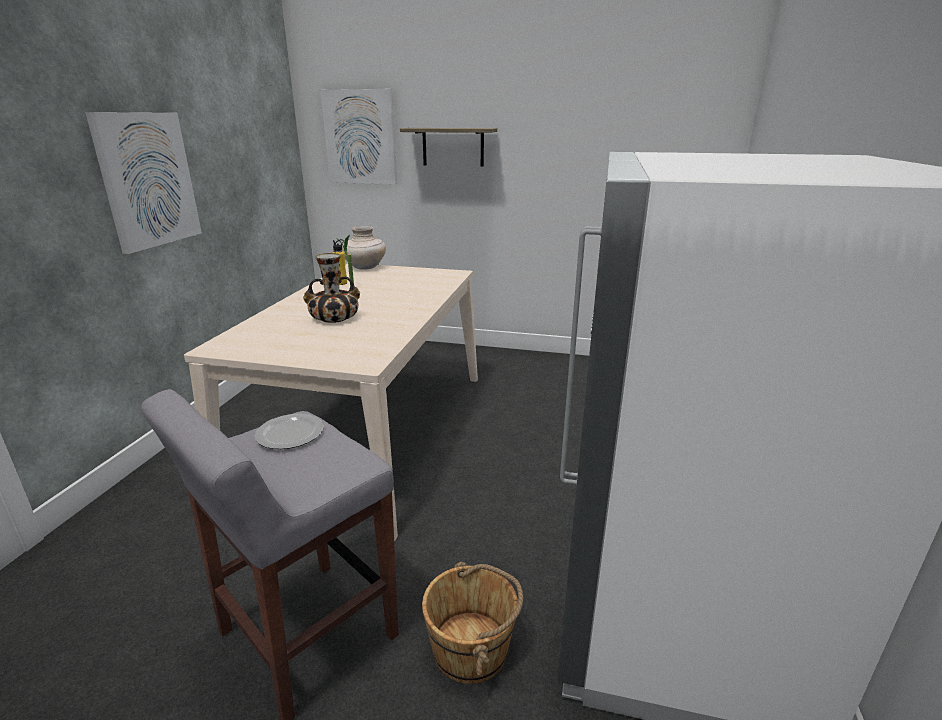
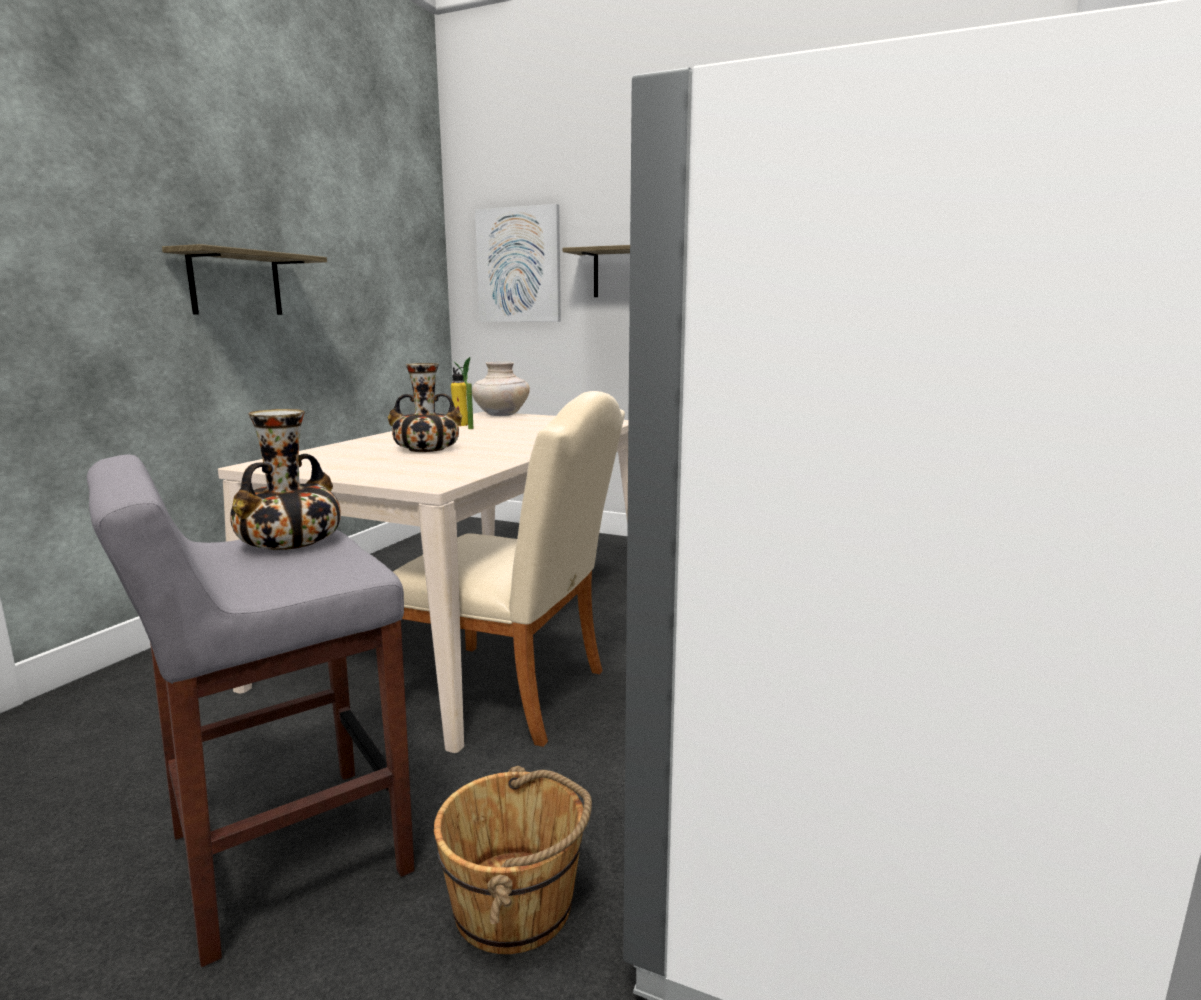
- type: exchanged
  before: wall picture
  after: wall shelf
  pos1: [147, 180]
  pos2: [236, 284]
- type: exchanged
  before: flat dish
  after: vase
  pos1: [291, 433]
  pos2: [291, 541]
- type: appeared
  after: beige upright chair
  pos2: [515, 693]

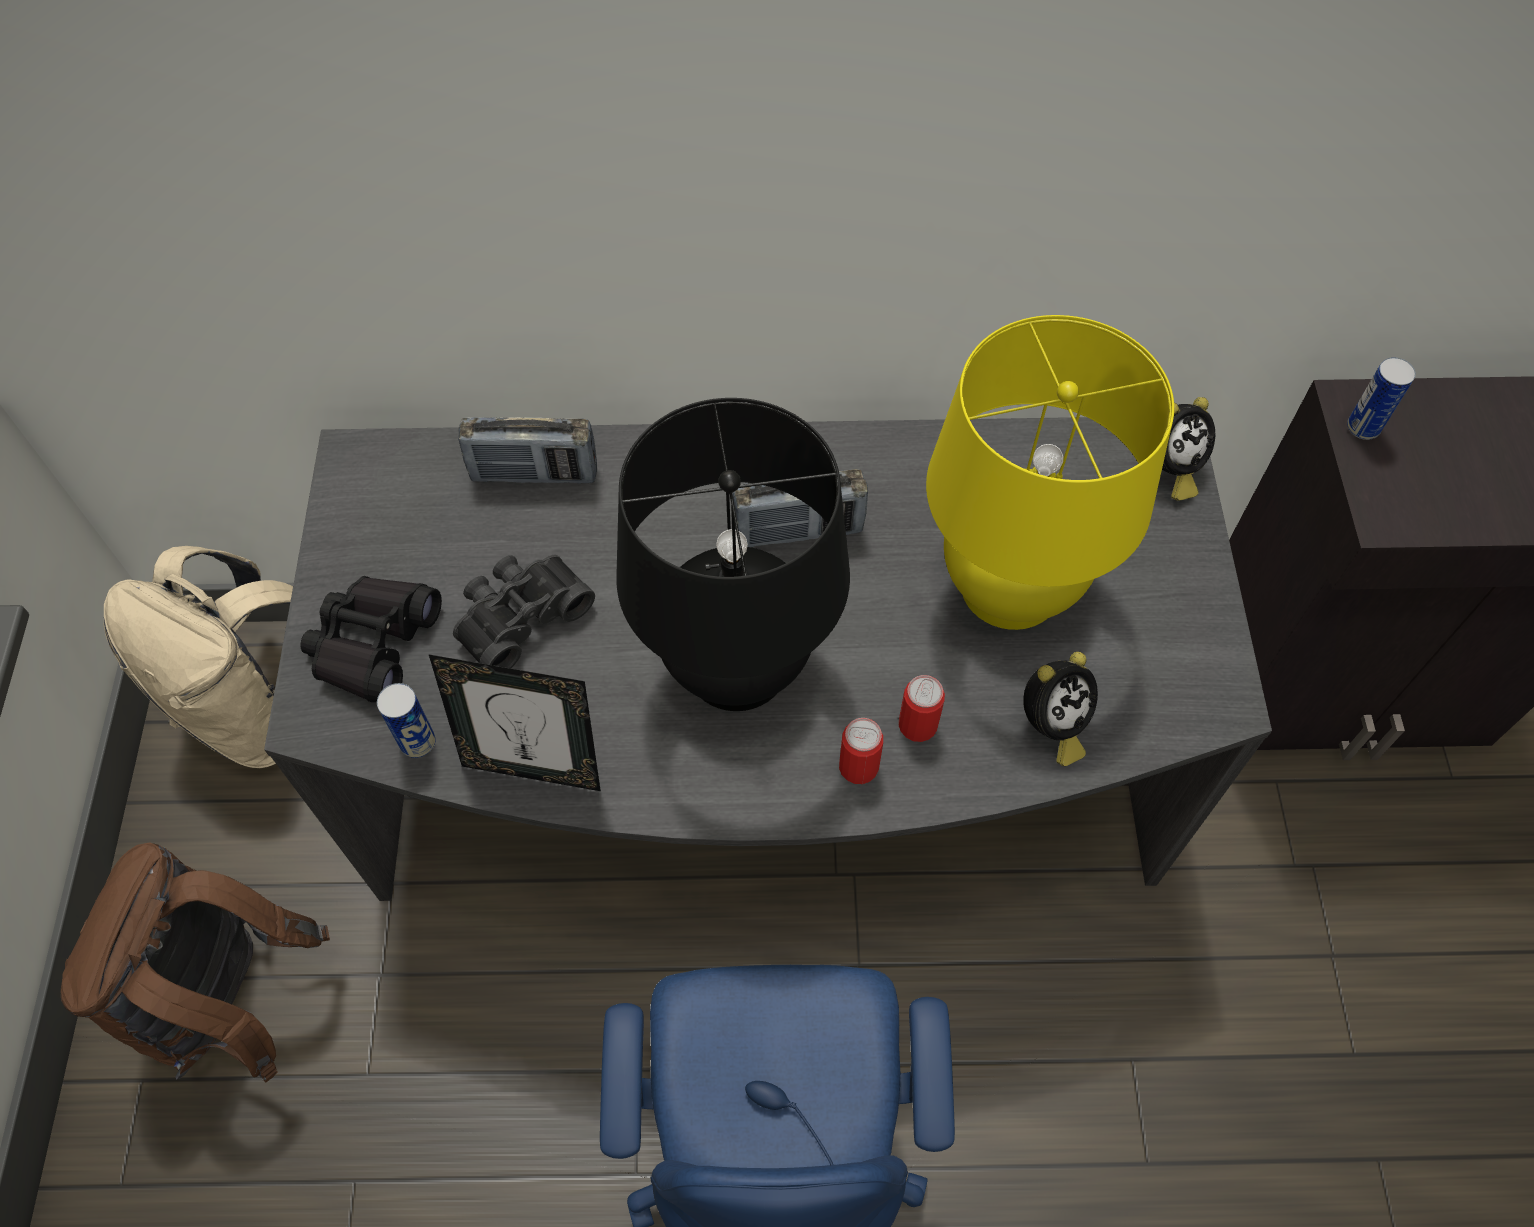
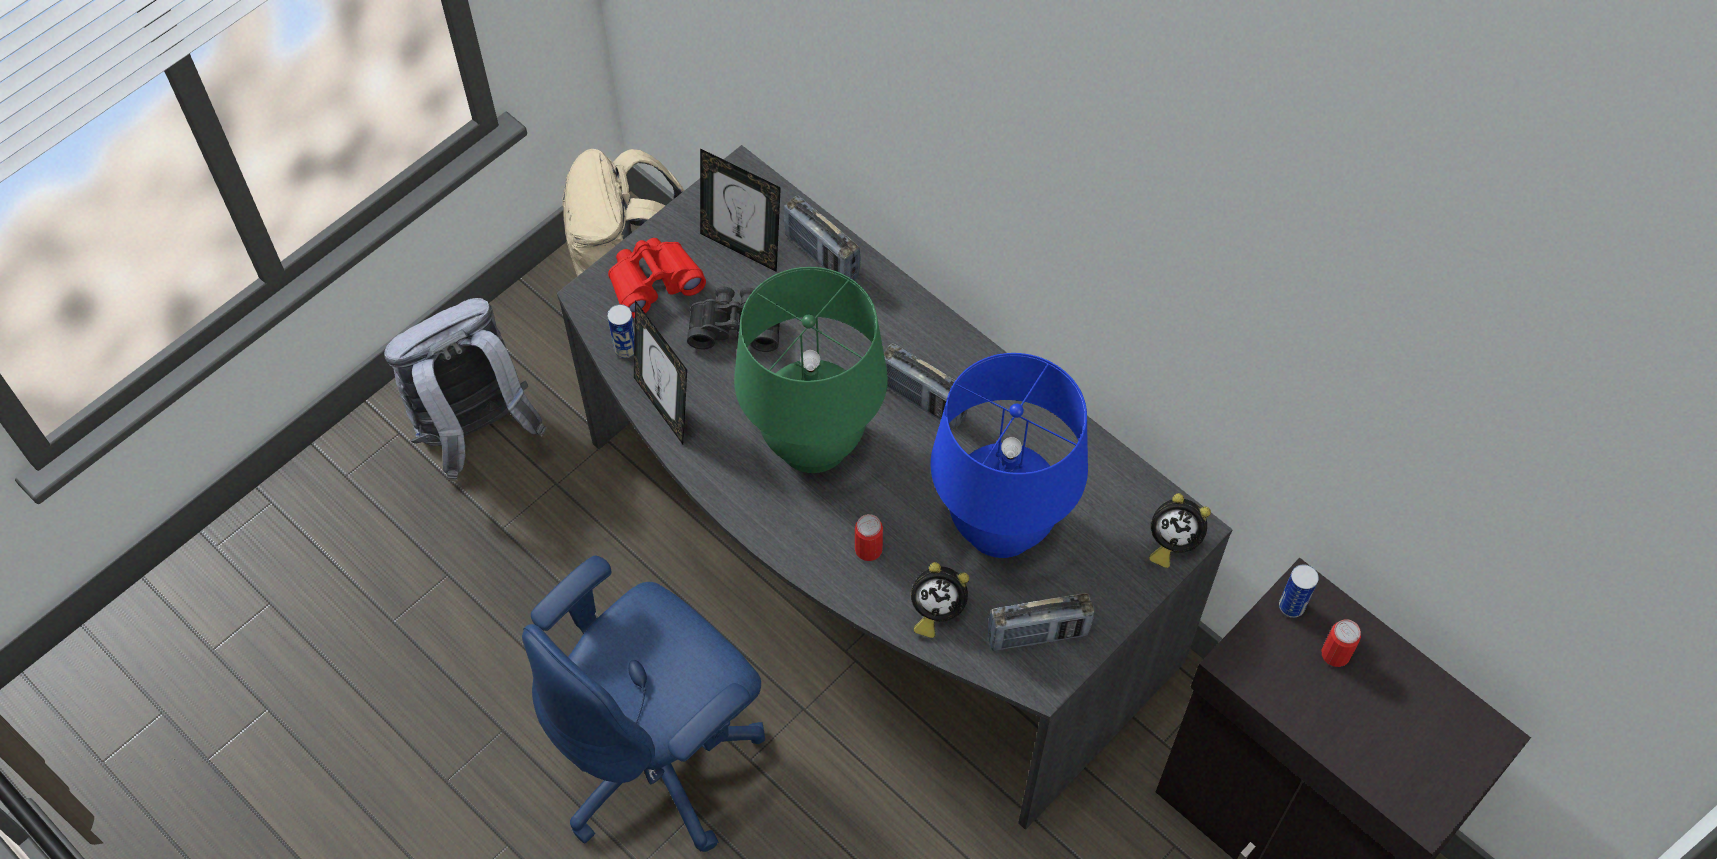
- type: colour
  before: brownish backpack
  after: gray backpack
  pos1: [233, 1002]
  pos2: [475, 432]
- type: colour
  before: black binoculars
  after: red binoculars
  pos1: [373, 644]
  pos2: [654, 282]
- type: colour
  before: black tabletop lamp
  after: green-coloured tabletop lamp
  pos1: [736, 665]
  pos2: [813, 441]
- type: relocated
  before: sealed can
  pos1: [858, 766]
  pos2: [1335, 654]
- type: colour
  before: yellowish tabletop lamp
  after: bluish tabletop lamp
  pos1: [1010, 586]
  pos2: [1001, 525]
- type: appeared
  after: photo frame
  pos2: [742, 247]
- type: appeared
  after: radio receiver
  pos2: [1037, 635]

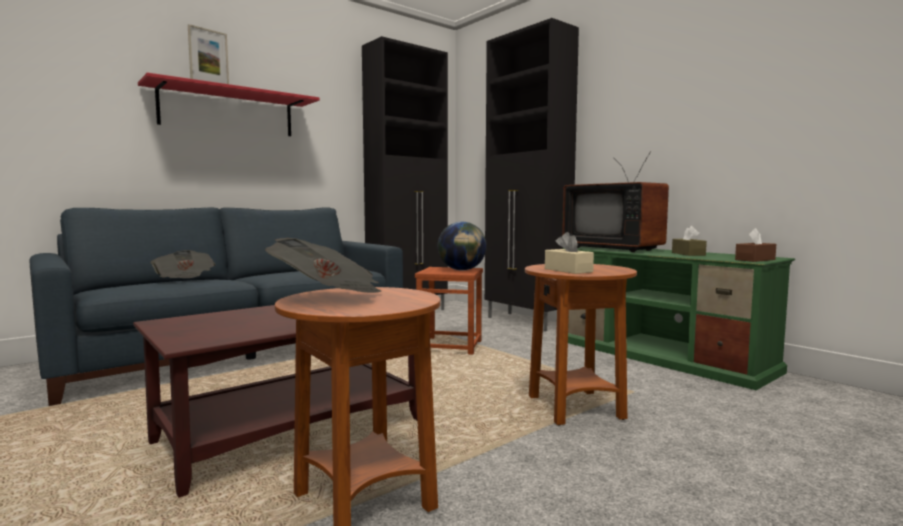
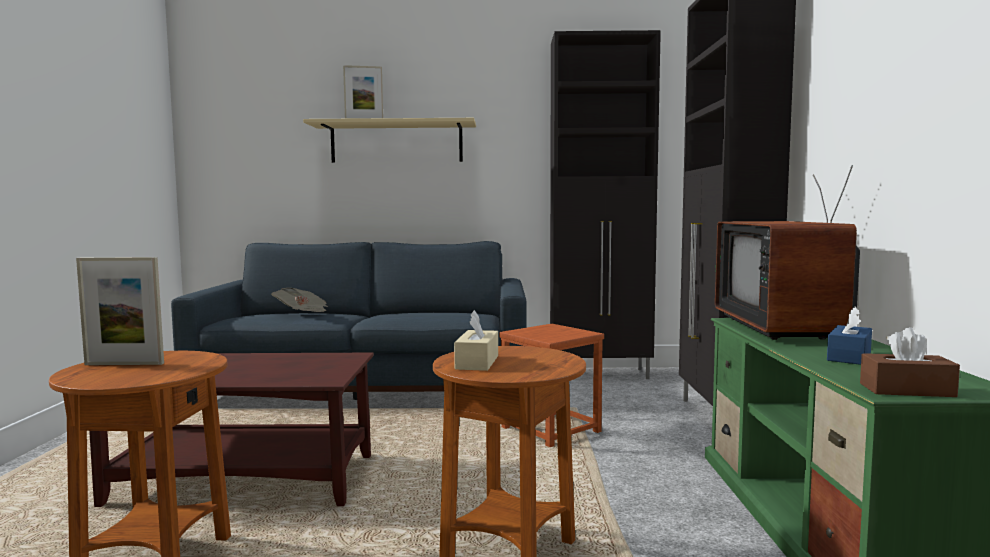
- type: colour
  before: red wall shelf
  after: beige wall shelf
  pos1: [228, 112]
  pos2: [396, 143]
- type: exchanged
  before: newspaper
  after: photo frame
  pos1: [330, 300]
  pos2: [124, 364]
- type: missing
  before: desk globe
  pos1: [462, 270]
- type: colour
  before: brownish tissue box
  after: bluish tissue box
  pos1: [688, 254]
  pos2: [849, 357]

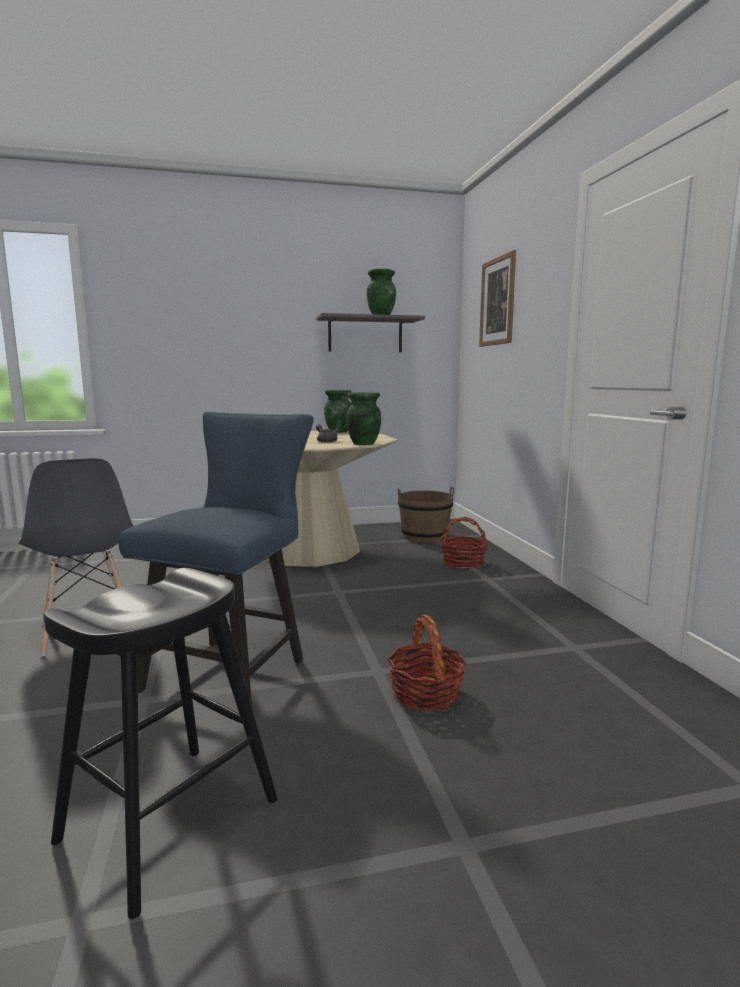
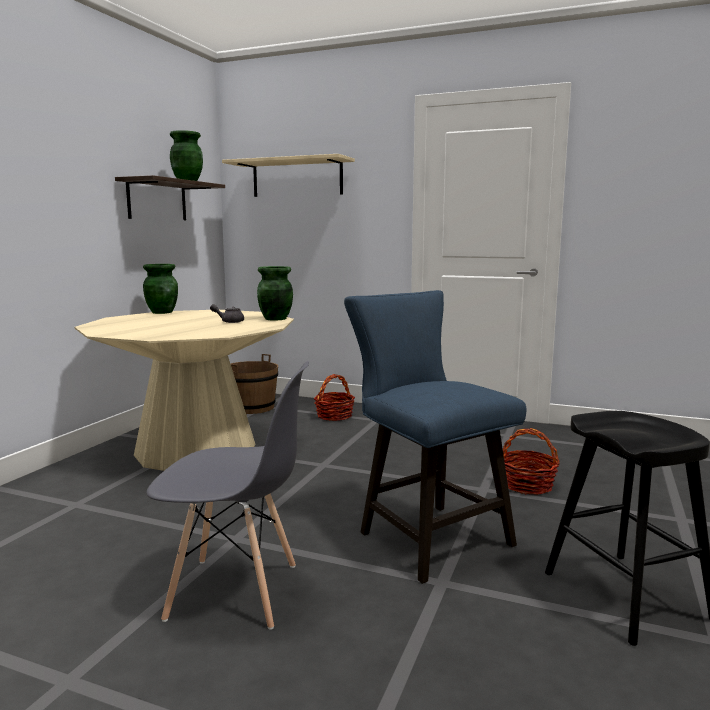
- type: exchanged
  before: wall picture
  after: beige wall shelf
  pos1: [497, 301]
  pos2: [297, 178]

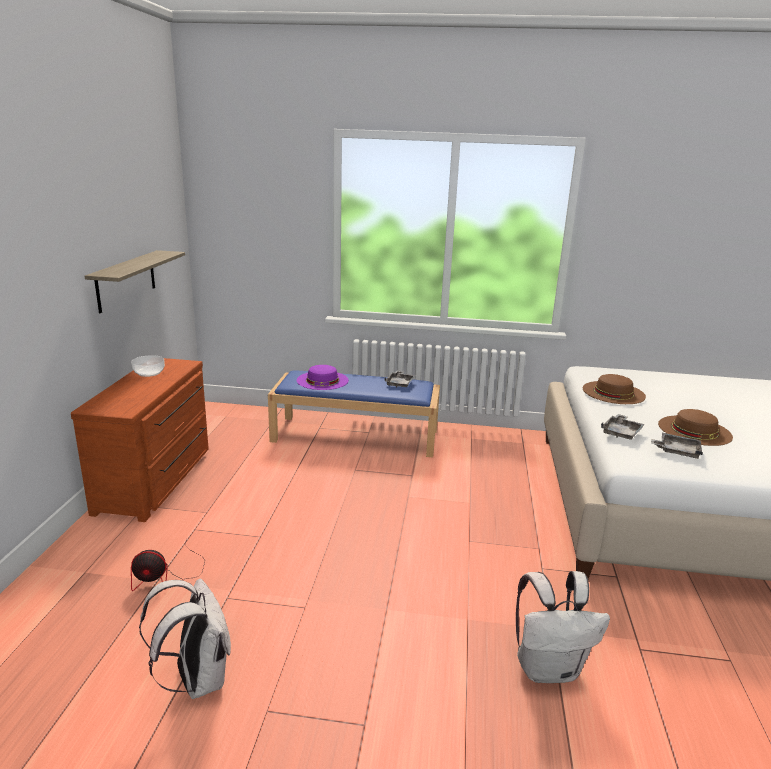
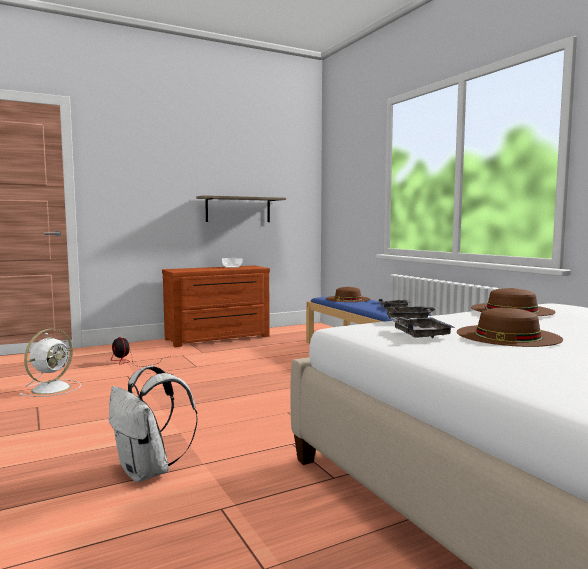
- type: exchanged
  before: white-coloured backpack
  after: white-coloured cooling fan
  pos1: [197, 679]
  pos2: [52, 388]
- type: colour
  before: purple-coloured wearable hat
  after: brownish wearable hat
  pos1: [322, 380]
  pos2: [348, 299]

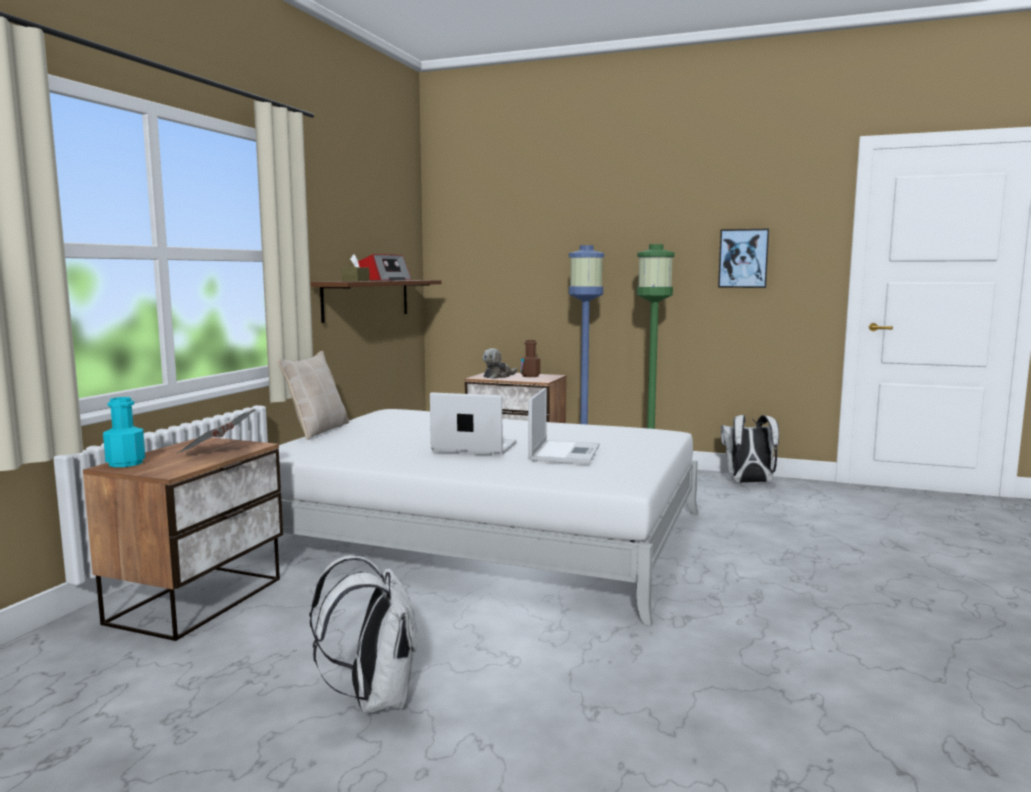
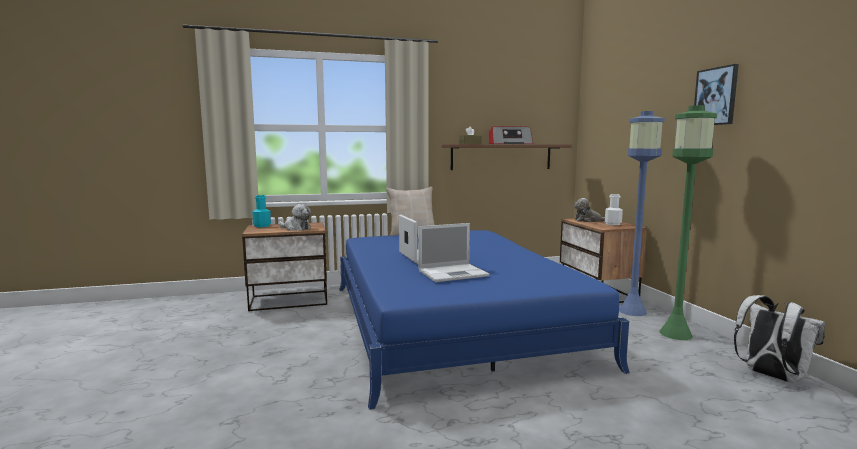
- type: exchanged
  before: newspaper
  after: plush toy
  pos1: [218, 452]
  pos2: [295, 228]
- type: colour
  before: white-coloured bedroom bed
  after: bluish bedroom bed
  pos1: [484, 533]
  pos2: [451, 322]
- type: missing
  before: white-coloured backpack
  pos1: [374, 699]
- type: colour
  before: brownish drink bottle
  after: white-coloured drink bottle
  pos1: [530, 376]
  pos2: [613, 224]
- type: relocated
  before: wall picture
  pos1: [743, 258]
  pos2: [716, 96]

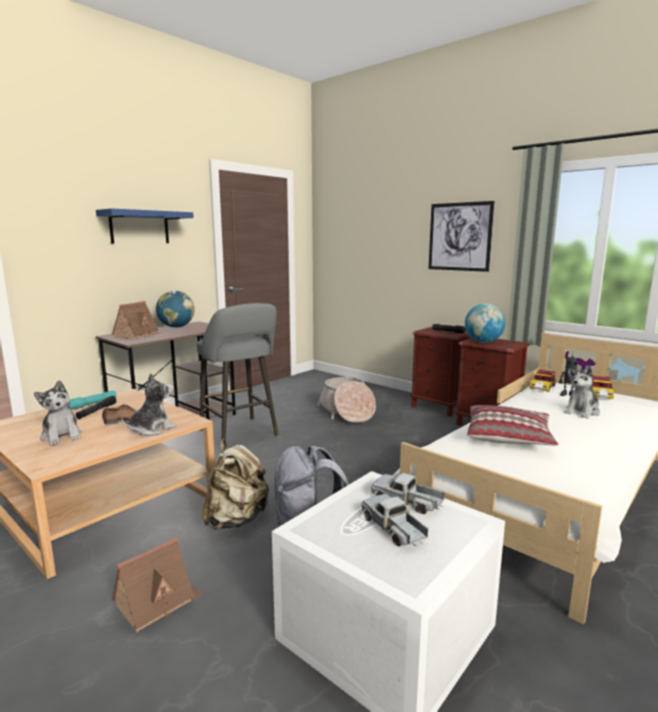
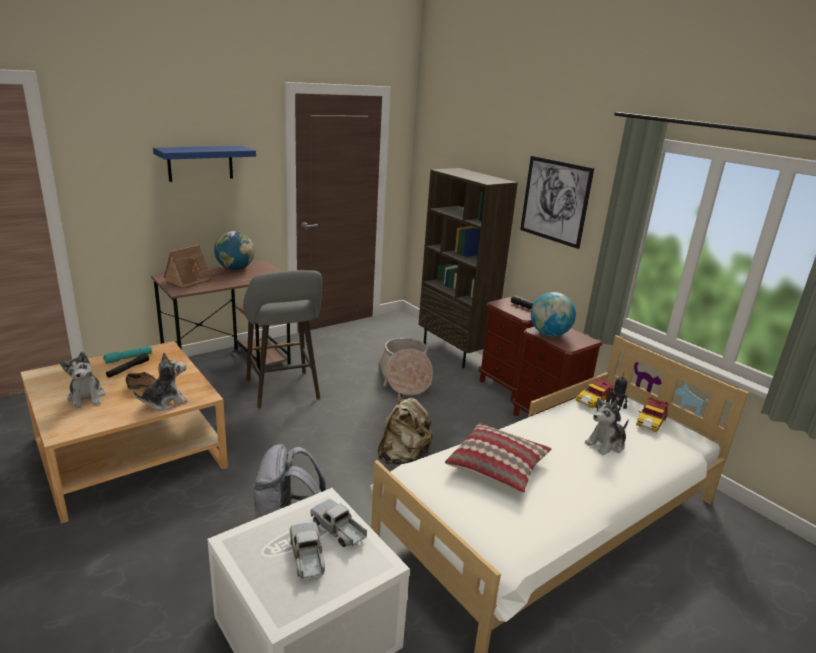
- type: missing
  before: model house
  pos1: [158, 601]
- type: relocated
  before: beige backpack
  pos1: [236, 519]
  pos2: [403, 457]
- type: appeared
  after: brownish shelving unit
  pos2: [455, 352]

